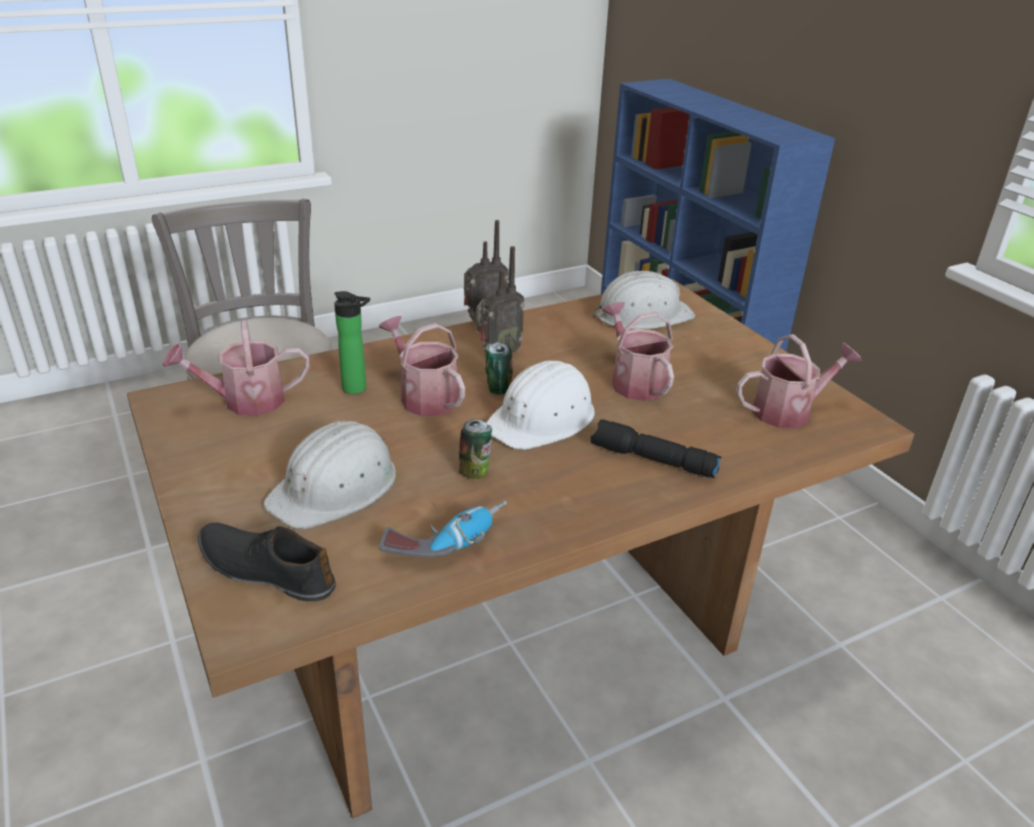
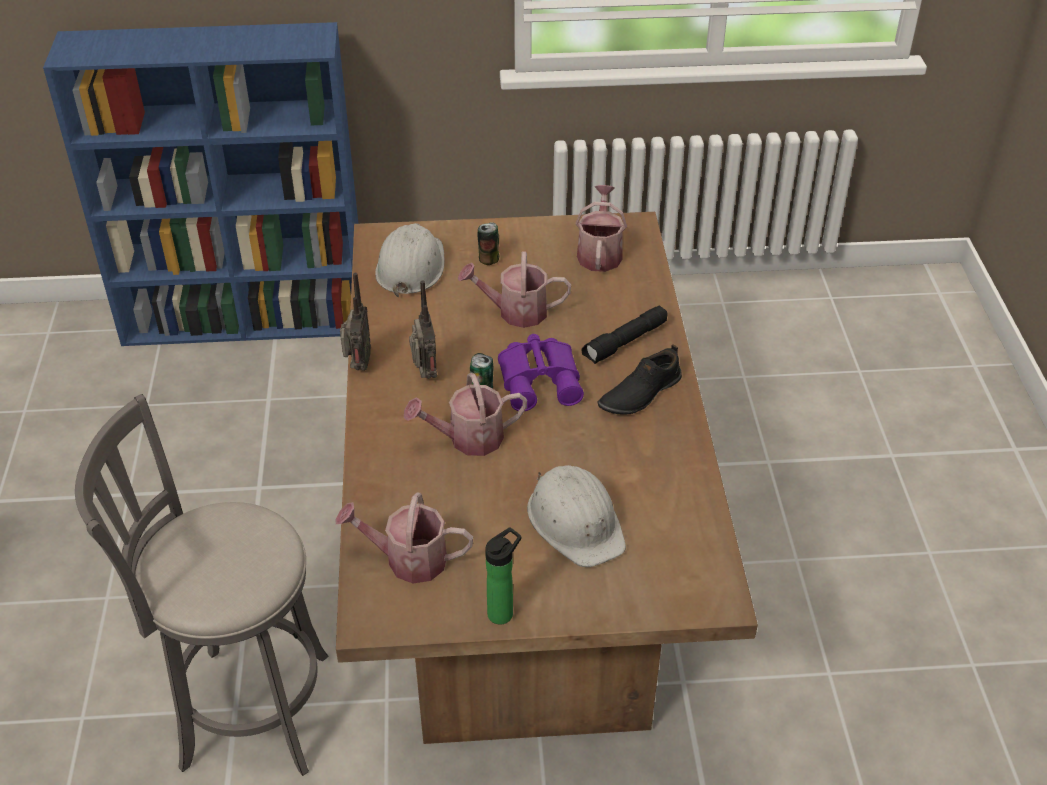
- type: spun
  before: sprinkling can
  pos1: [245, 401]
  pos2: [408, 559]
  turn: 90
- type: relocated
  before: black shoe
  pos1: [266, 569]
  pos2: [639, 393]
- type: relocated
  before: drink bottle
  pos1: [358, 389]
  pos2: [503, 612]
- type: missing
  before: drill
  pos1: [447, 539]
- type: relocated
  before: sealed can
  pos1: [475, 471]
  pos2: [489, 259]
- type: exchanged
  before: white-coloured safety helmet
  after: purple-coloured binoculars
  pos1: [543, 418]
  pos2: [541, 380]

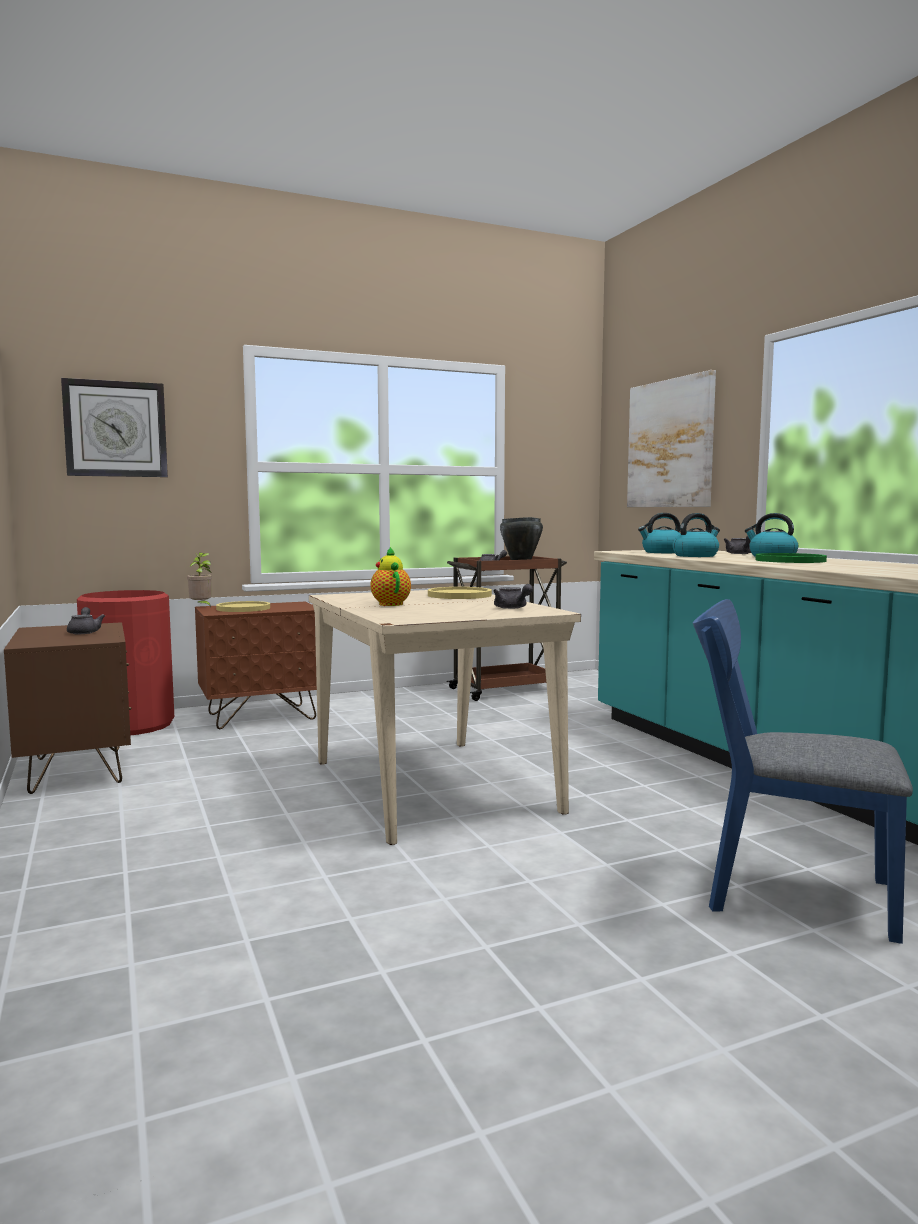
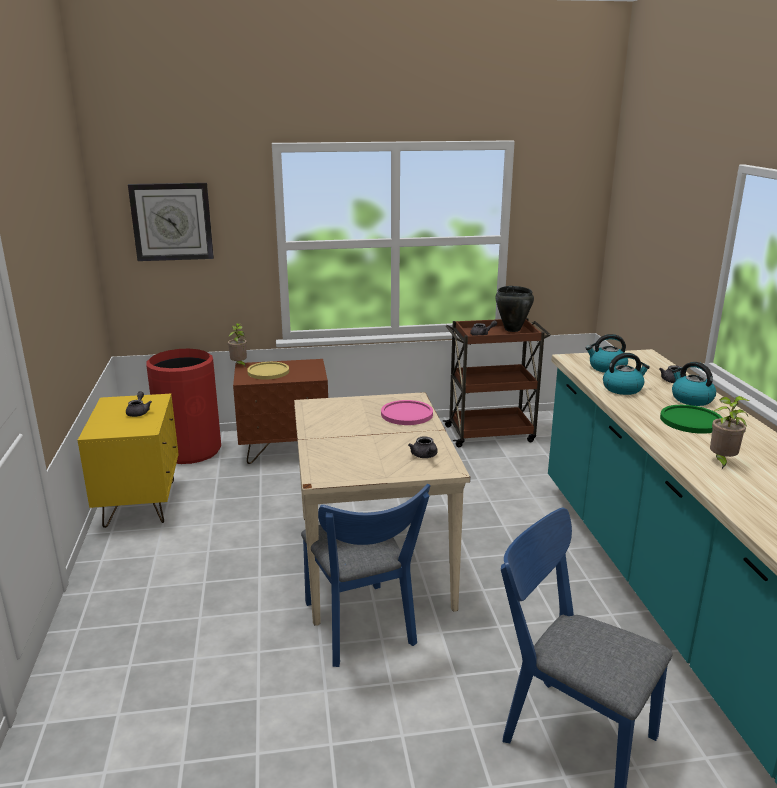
- type: colour
  before: brownish night table
  after: yellowish night table
  pos1: [77, 770]
  pos2: [140, 503]
- type: missing
  before: tea pot
  pos1: [390, 604]
- type: colour
  before: yellowish flat dish
  after: pink-coloured flat dish
  pos1: [459, 595]
  pos2: [407, 414]
- type: missing
  before: wall picture
  pos1: [670, 444]
- type: appeared
  after: bluish upright chair
  pos2: [361, 629]
- type: appeared
  after: houseplant
  pos2: [721, 462]

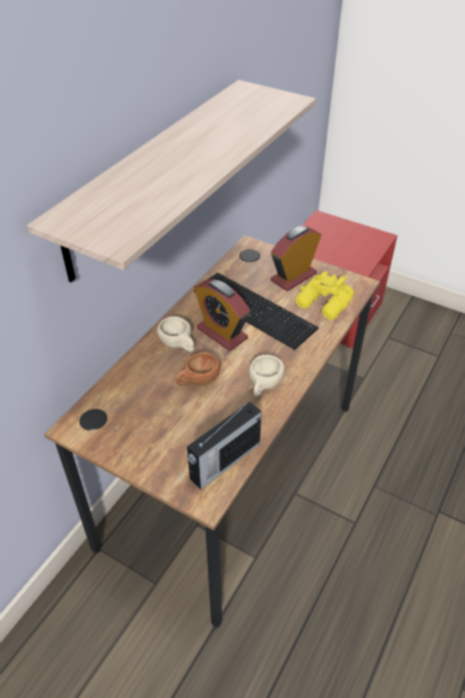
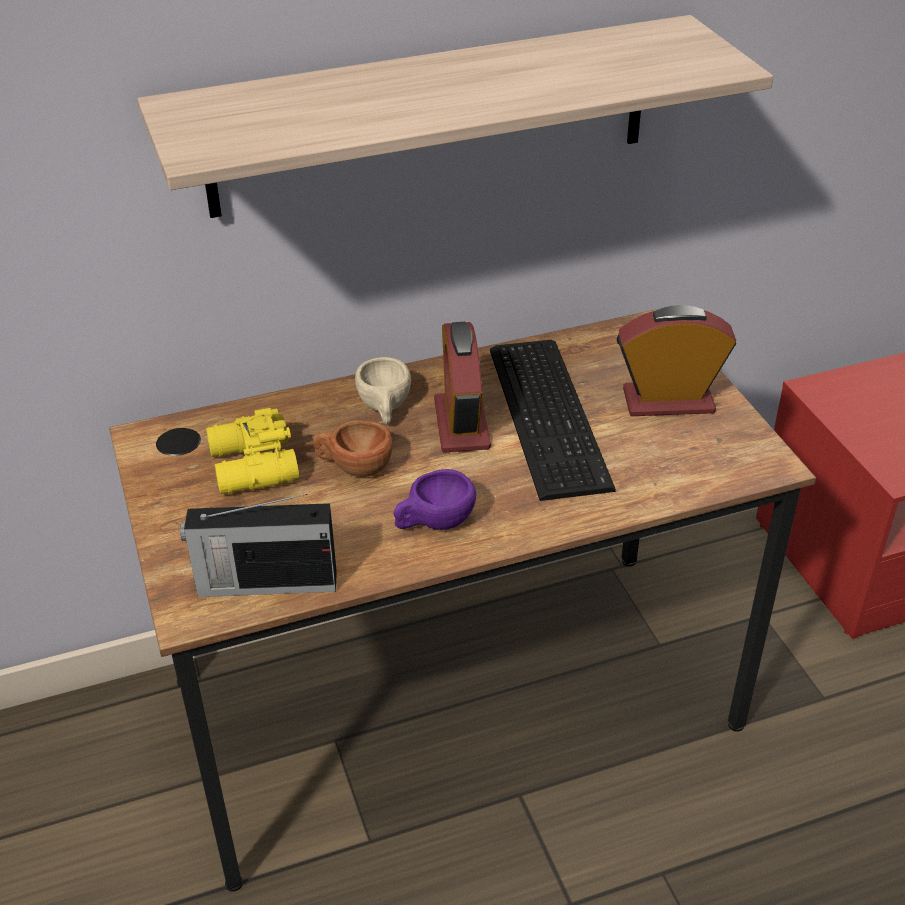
- type: colour
  before: beige cup
  after: purple-coloured cup
  pos1: [263, 386]
  pos2: [434, 523]
- type: relocated
  before: yellowish binoculars
  pos1: [324, 304]
  pos2: [251, 467]

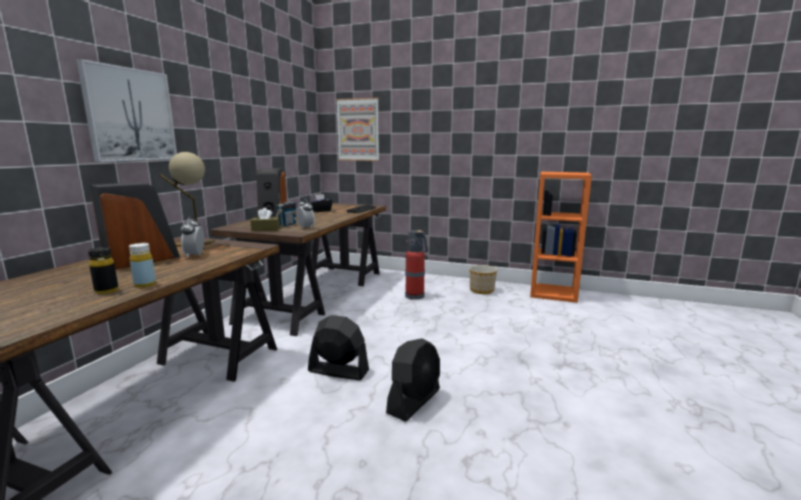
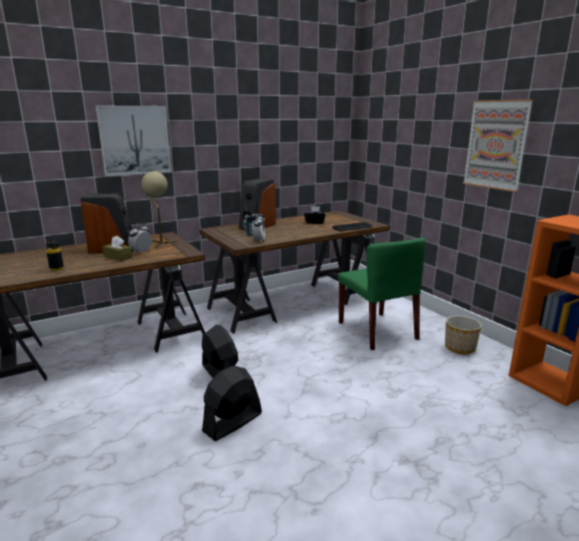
- type: missing
  before: yellowish drink bottle
  pos1: [145, 284]
- type: relocated
  before: brownish tissue box
  pos1: [265, 229]
  pos2: [118, 257]
- type: relocated
  before: wall picture
  pos1: [358, 130]
  pos2: [496, 145]
- type: spun
  before: black cooling fan
  pos1: [414, 401]
  pos2: [232, 422]
  turn: 150
- type: exchanged
  before: fire-fighting cylinder
  after: green-coloured upright chair
  pos1: [415, 296]
  pos2: [377, 331]

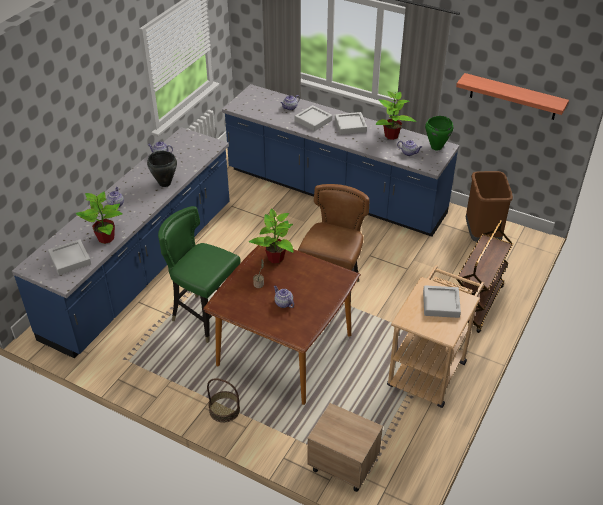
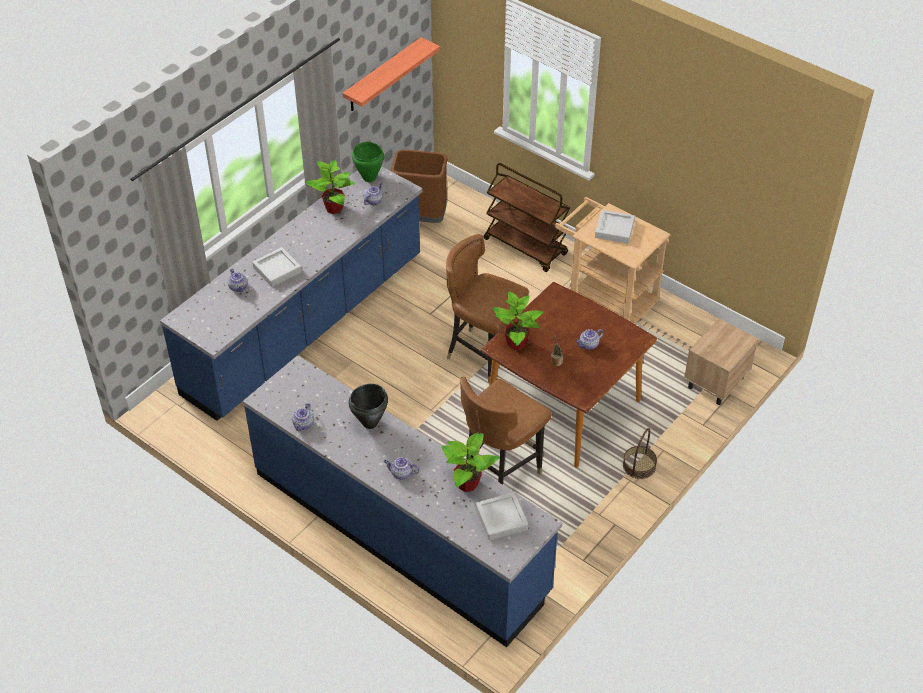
- type: colour
  before: green-coloured upright chair
  after: brownish upright chair
  pos1: [205, 317]
  pos2: [500, 472]
- type: missing
  before: gray serving tray
  pos1: [350, 126]

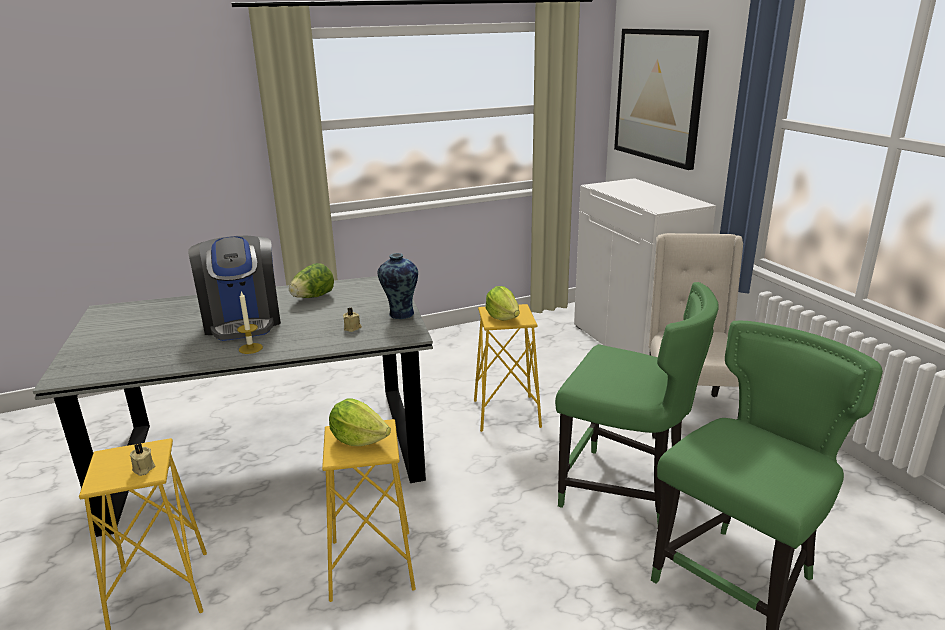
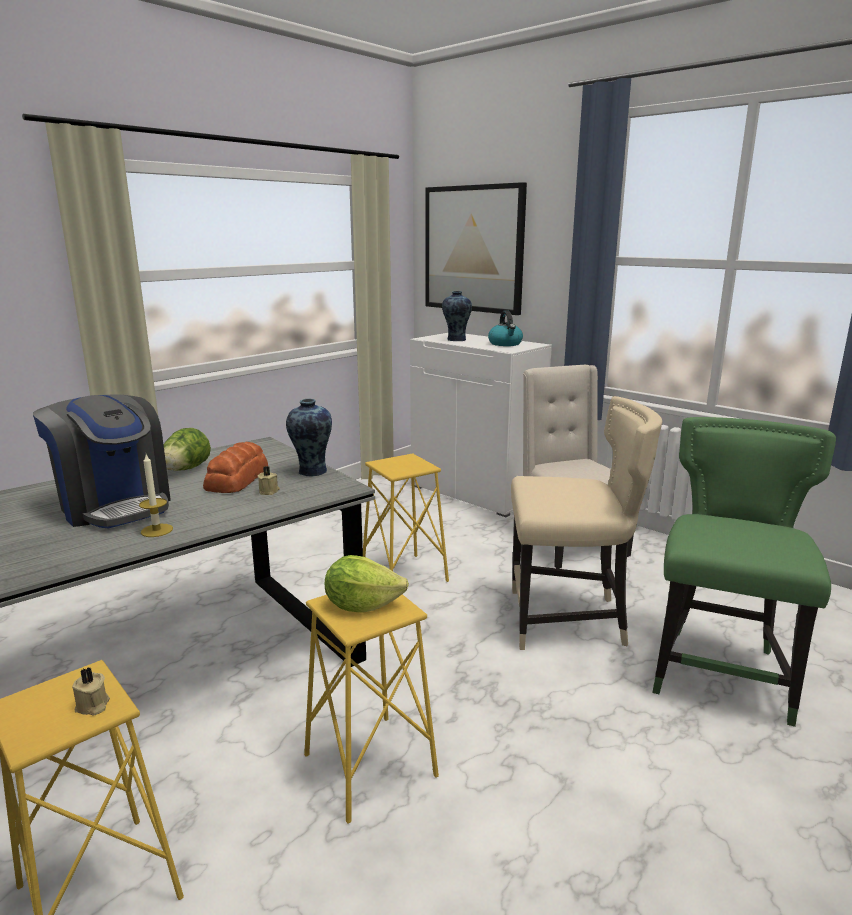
- type: missing
  before: head of lettuce
  pos1: [502, 317]
- type: colour
  before: green-coloured upright chair
  after: beige upright chair
  pos1: [625, 491]
  pos2: [569, 620]
- type: appeared
  after: bread
  pos2: [238, 479]
- type: appeared
  after: vase
  pos2: [456, 340]
- type: appeared
  after: tea kettle
  pos2: [505, 344]

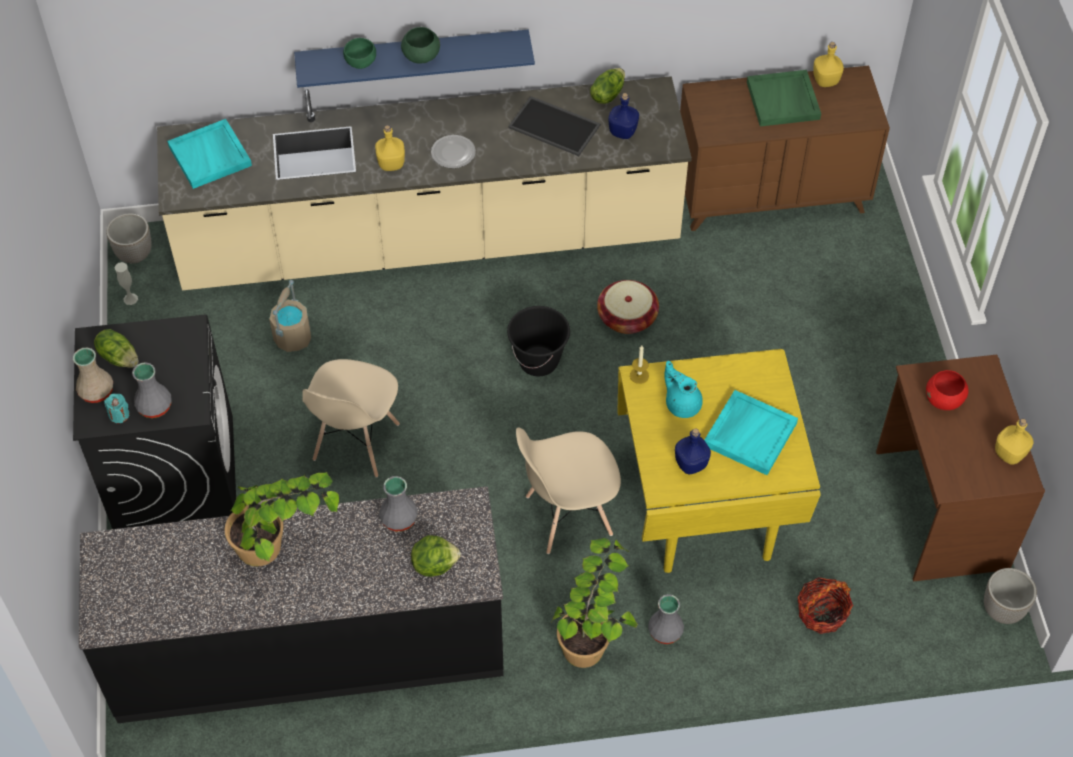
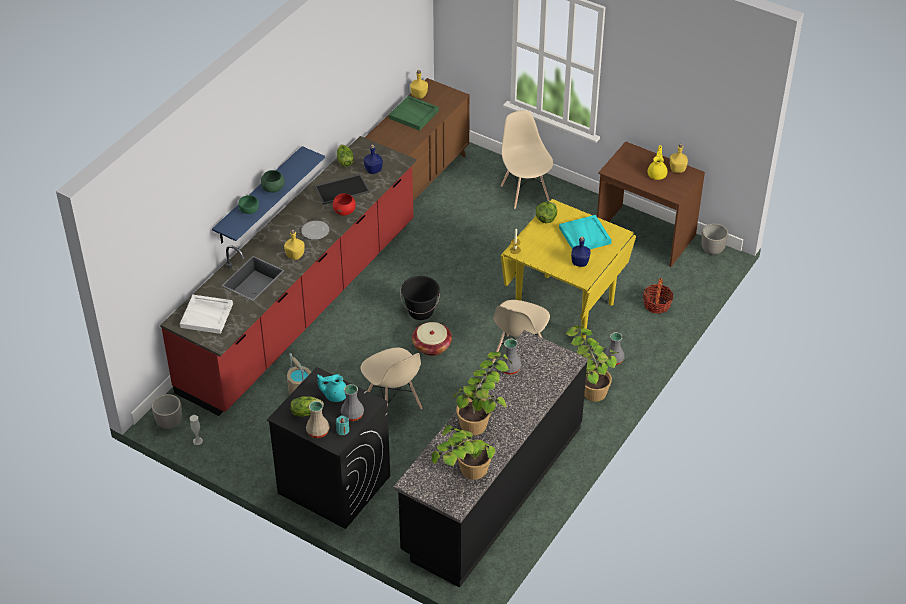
- type: colour
  before: beige kitchen base unit
  after: red kitchen base unit
  pos1: [430, 239]
  pos2: [301, 306]
- type: colour
  before: turquoise serving tray
  after: white-coloured serving tray
  pos1: [211, 156]
  pos2: [207, 315]
- type: relocated
  before: head of lettuce
  pos1: [434, 564]
  pos2: [546, 219]
- type: relocated
  before: basket
  pos1: [627, 317]
  pos2: [432, 346]
- type: relocated
  before: turquoise tea pot
  pos1: [682, 404]
  pos2: [335, 395]
- type: relocated
  before: red deep dish
  pos1: [944, 400]
  pos2: [344, 211]
- type: appeared
  after: houseplant
  pos2: [462, 476]
- type: appeared
  after: beige upright chair
  pos2: [525, 192]
- type: appeared
  after: yellowish tea pot
  pos2: [657, 174]

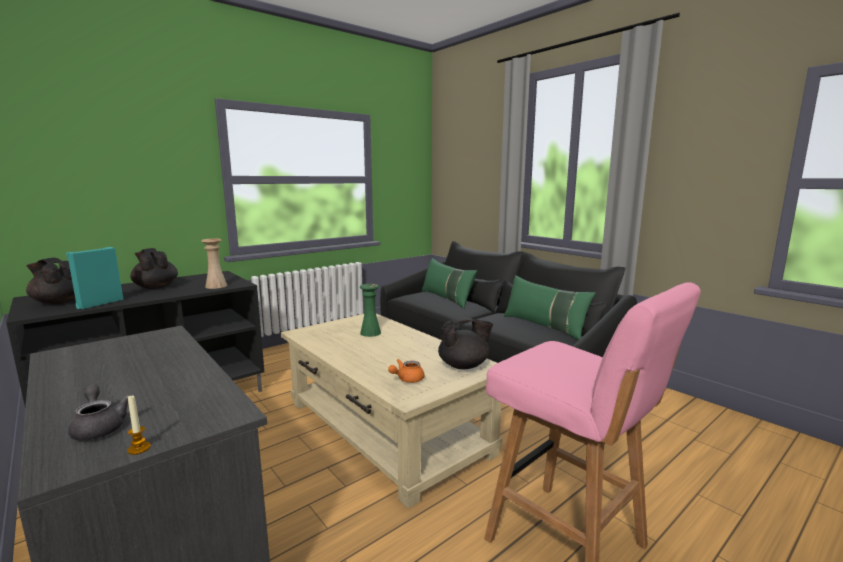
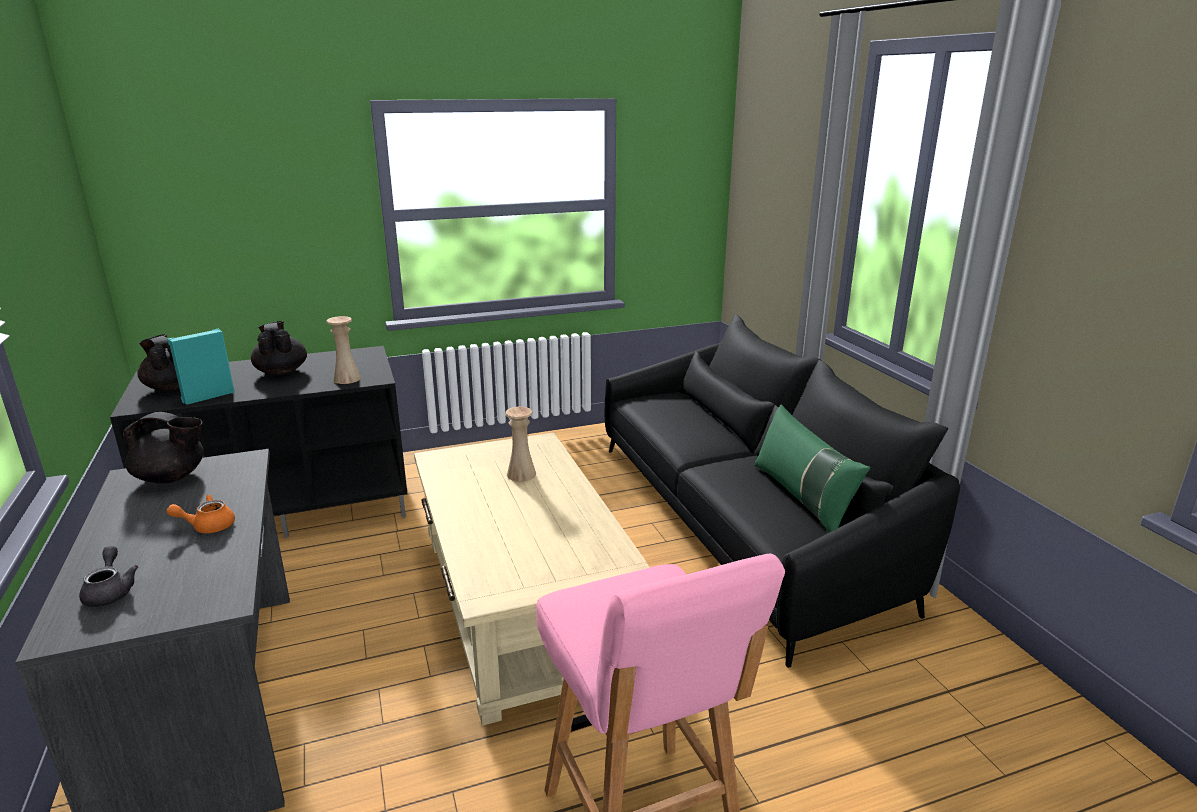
- type: missing
  before: candle
  pos1: [139, 448]
- type: colour
  before: green-coloured vase
  after: beige vase
  pos1: [370, 333]
  pos2: [521, 474]
- type: relocated
  before: orange-coloured tea pot
  pos1: [407, 379]
  pos2: [208, 526]
- type: missing
  before: green-coloured pillow
  pos1: [447, 299]
- type: relocated
  before: black tea pot
  pos1: [464, 366]
  pos2: [172, 477]

